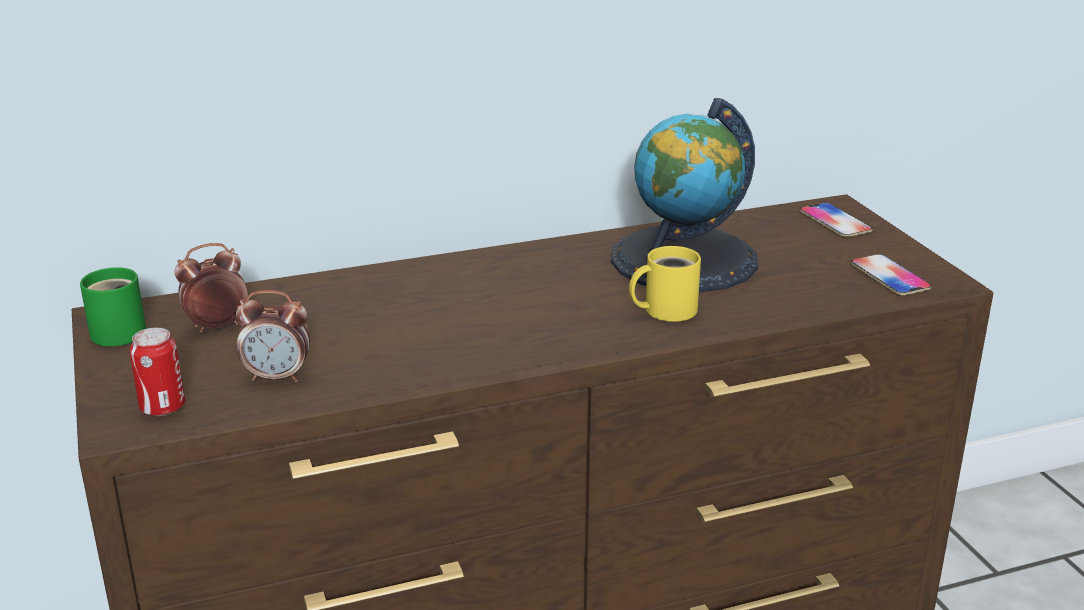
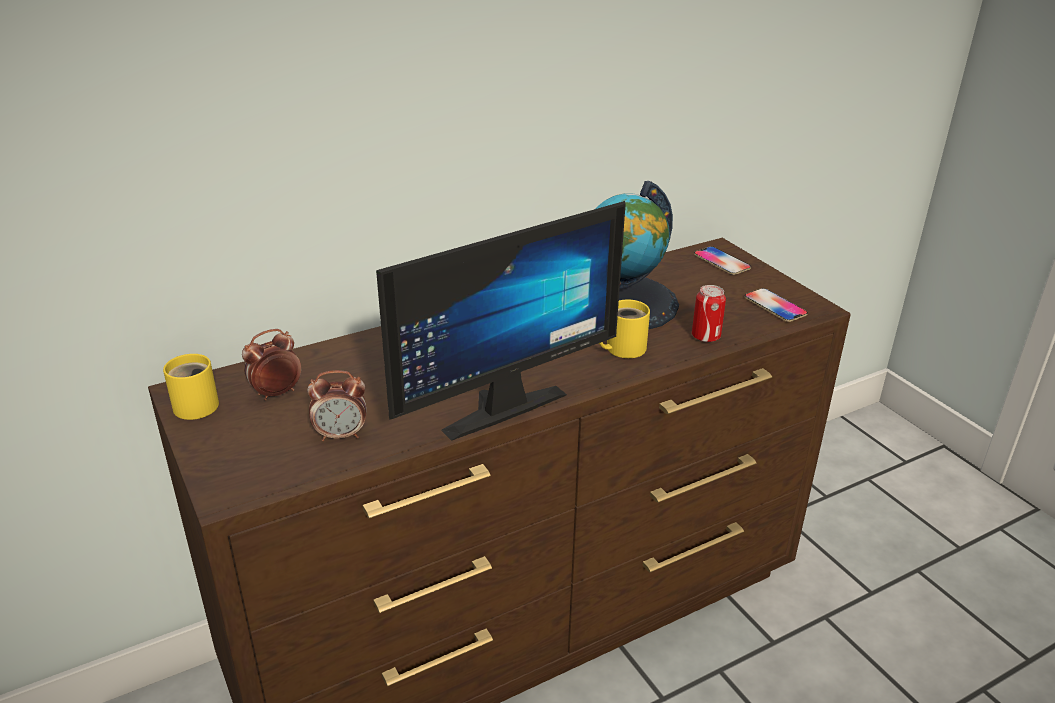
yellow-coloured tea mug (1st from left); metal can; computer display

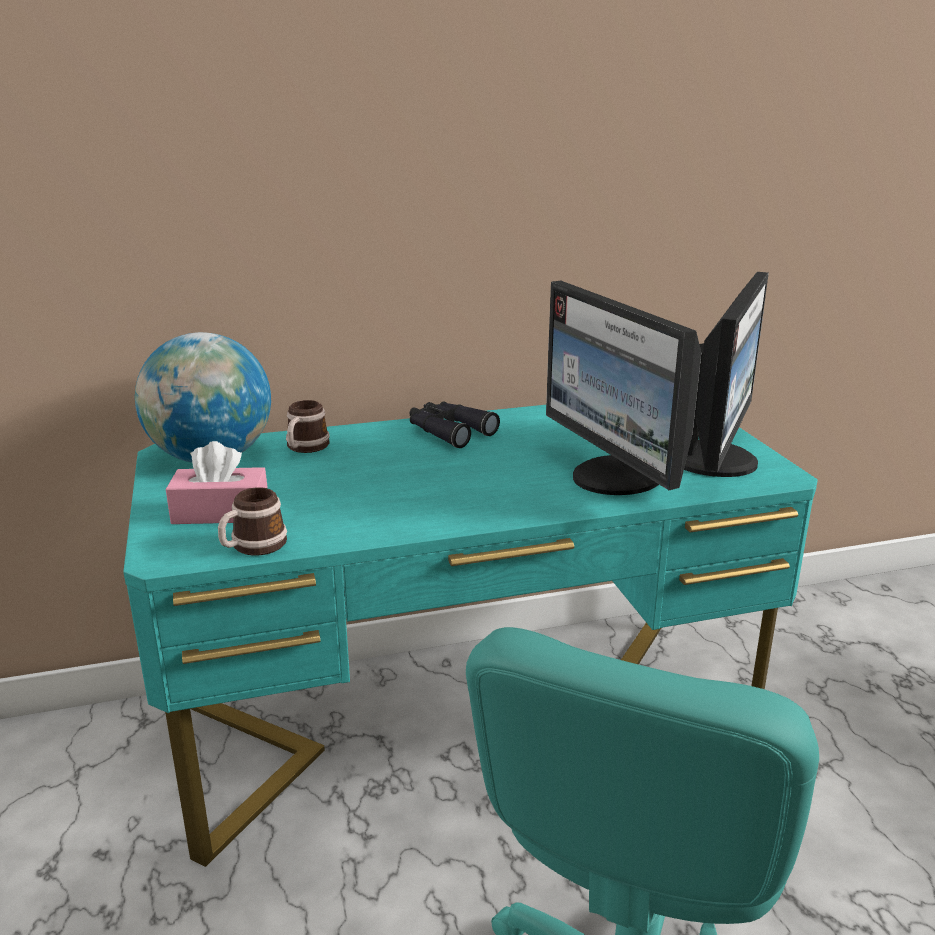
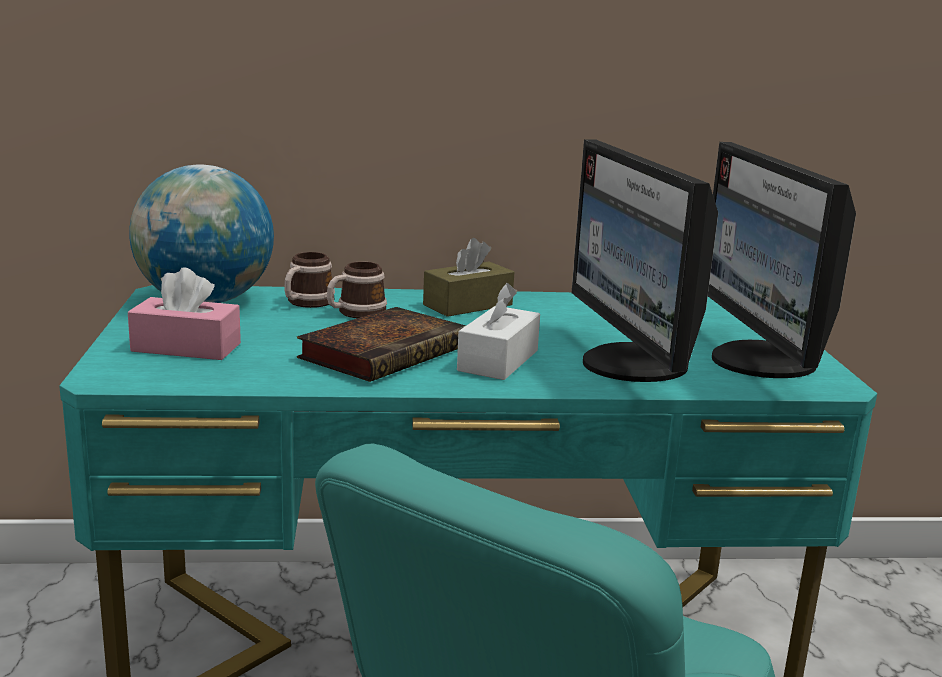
computer display (2nd from left); brown-coloured tissue holder; tea mug (2nd from left); white tissue holder; book

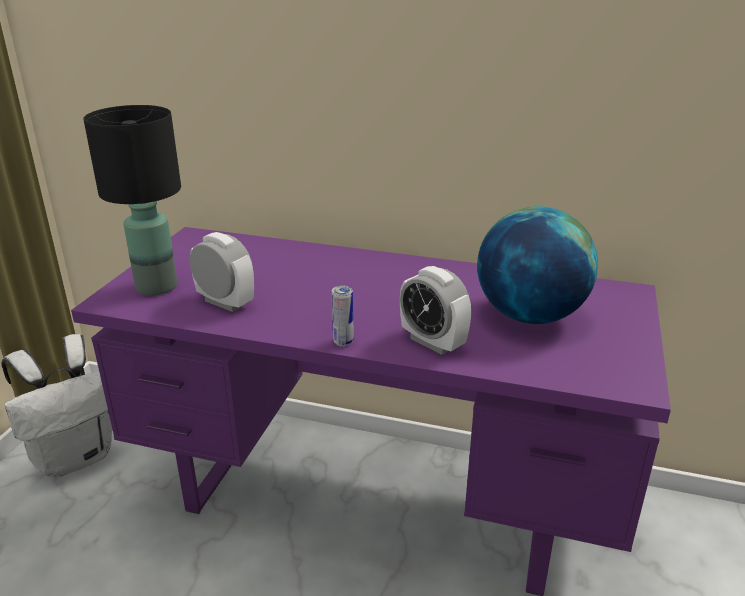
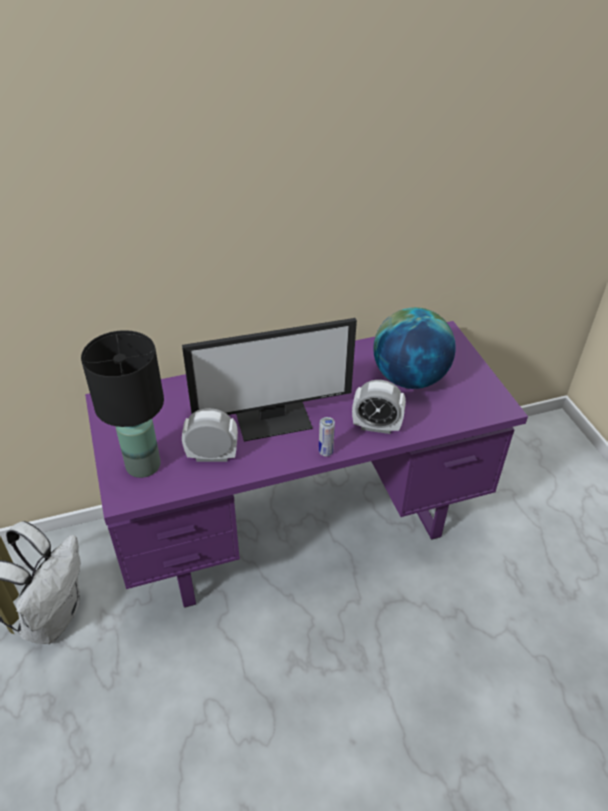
computer display

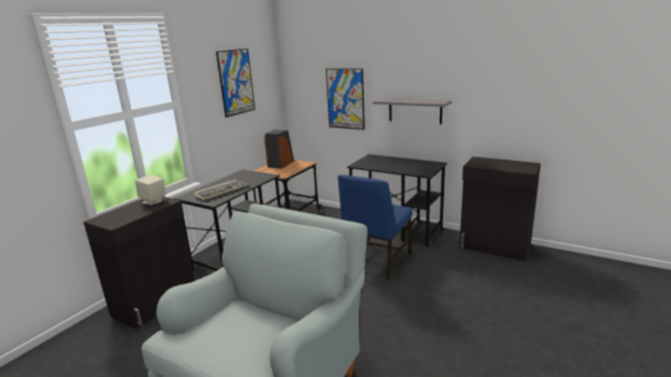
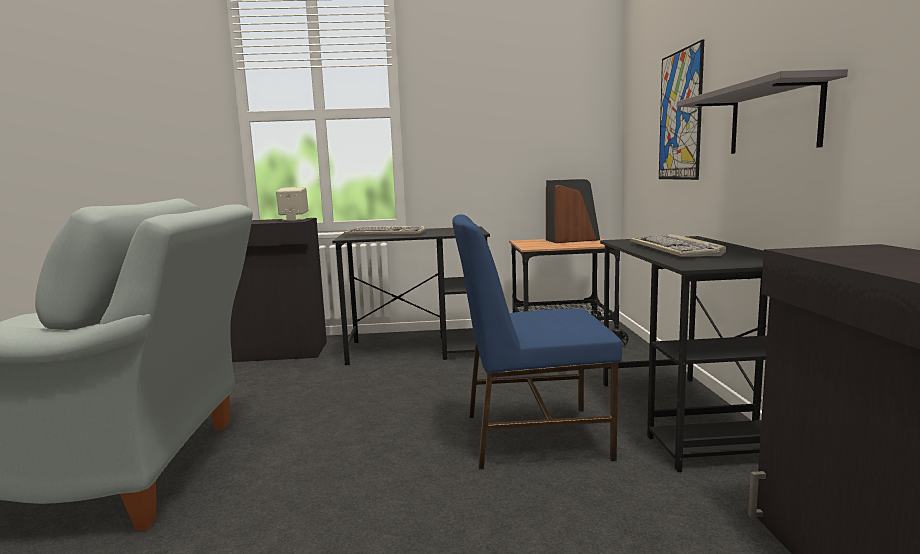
wall picture (1st from left in the first image); PC keyboard (2nd from left)

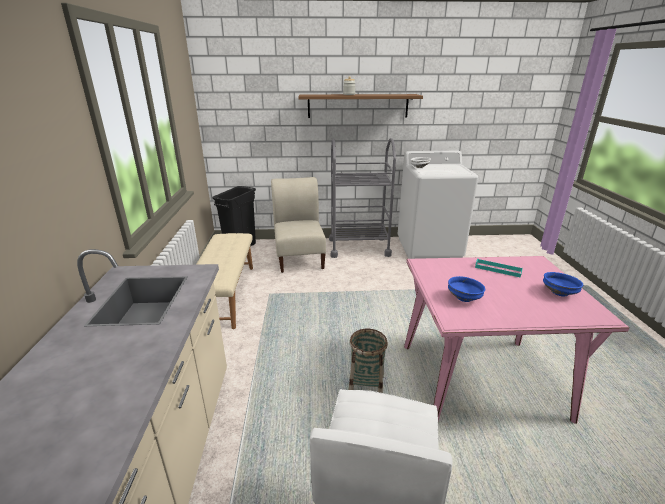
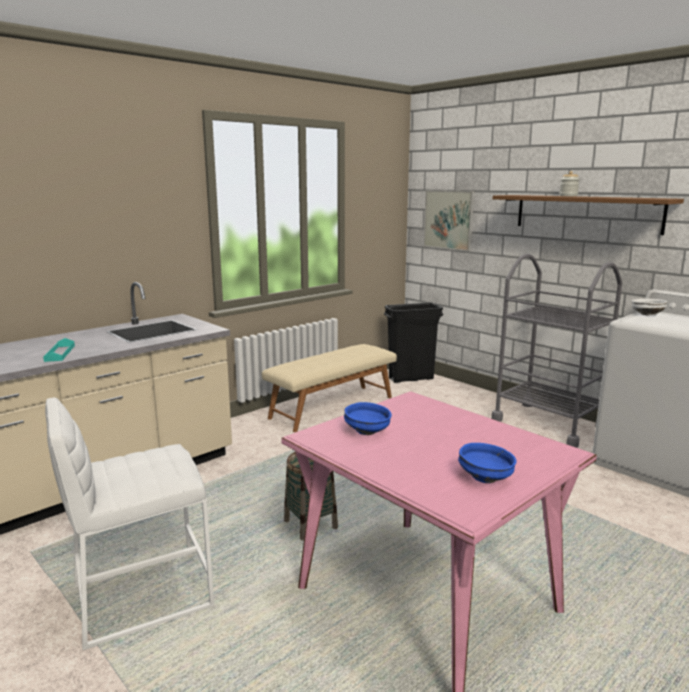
sand-coloured upright chair; turquoise tray; wall picture

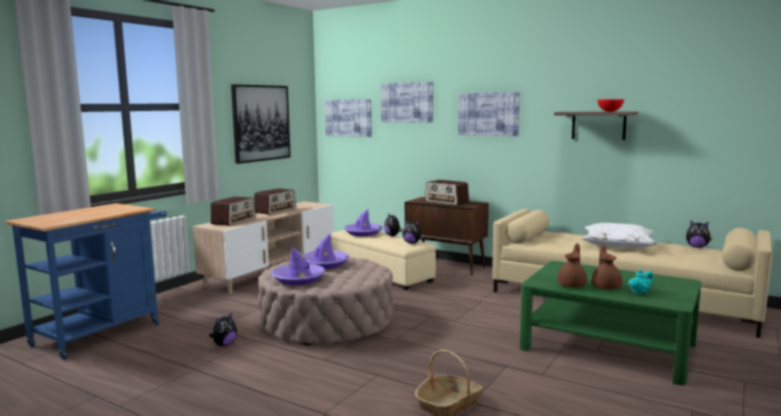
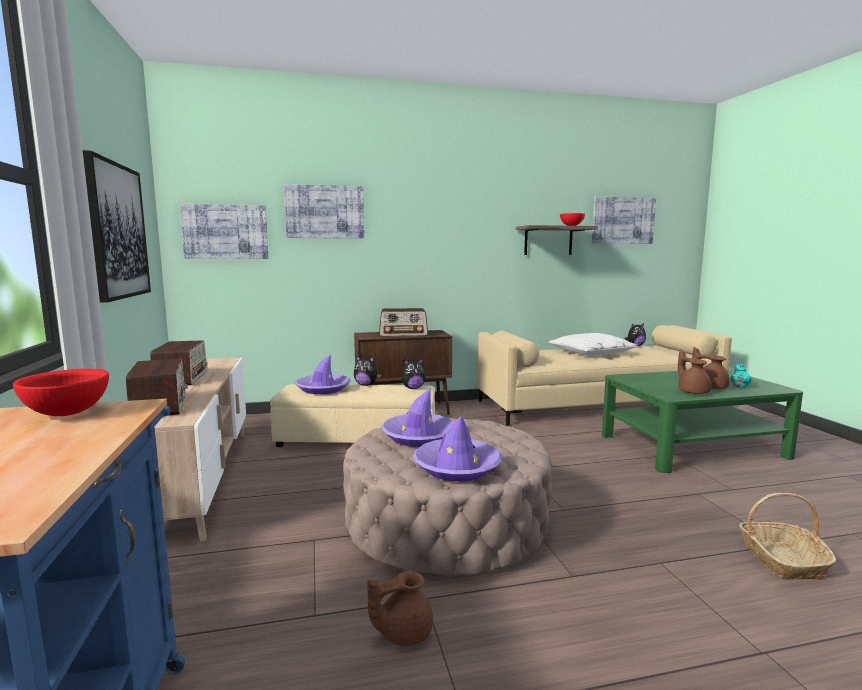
wall picture (4th from left); brown-coloured teapot (1st from left); red-coloured bowl (1st from left)

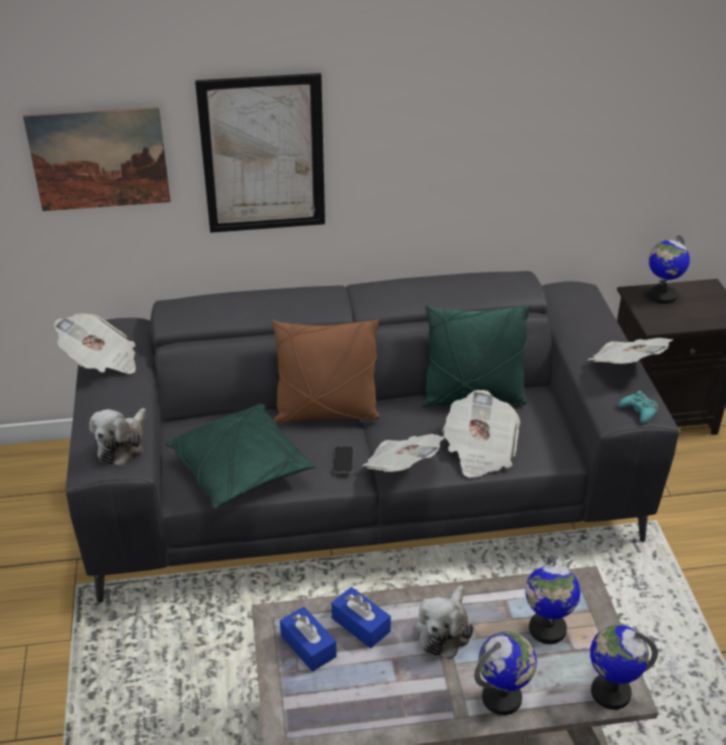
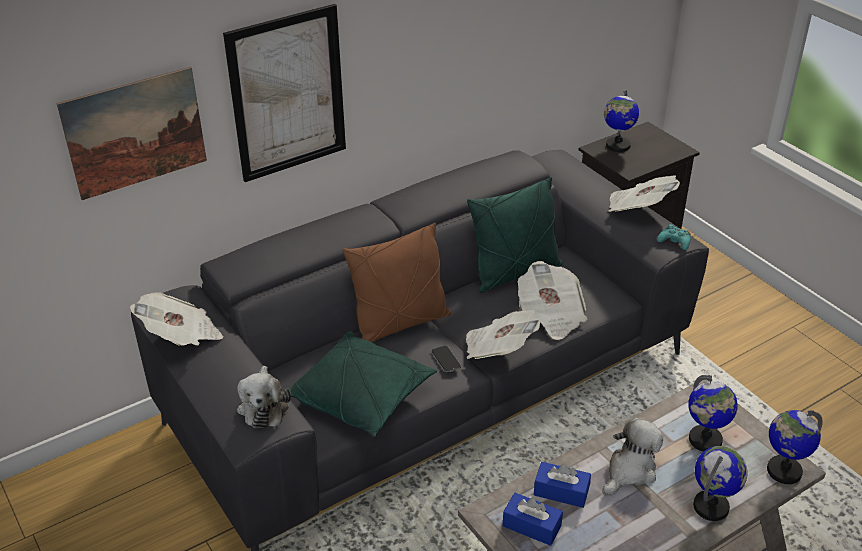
cuddly toy (2nd from left)

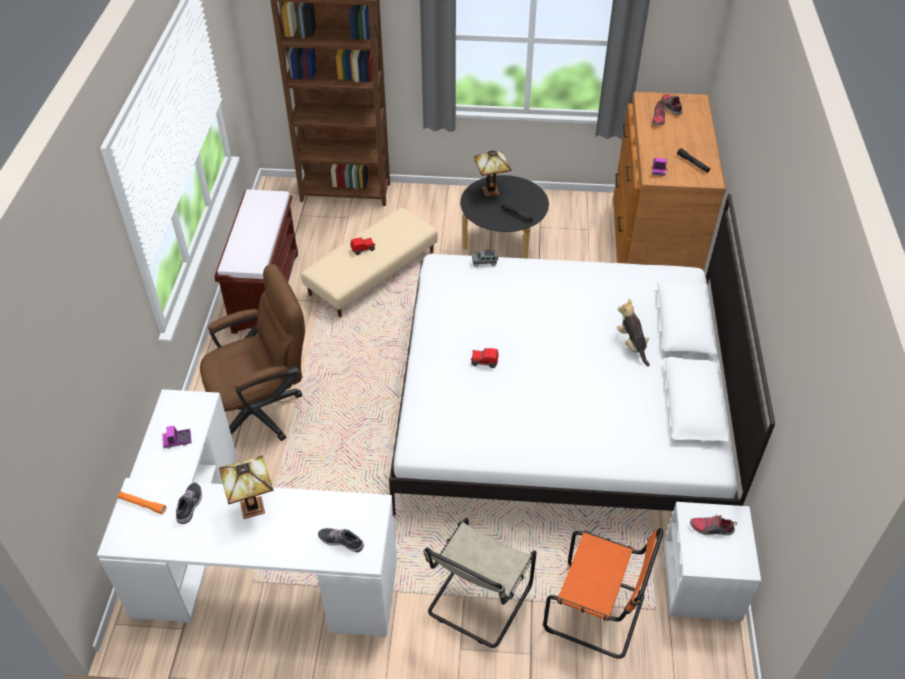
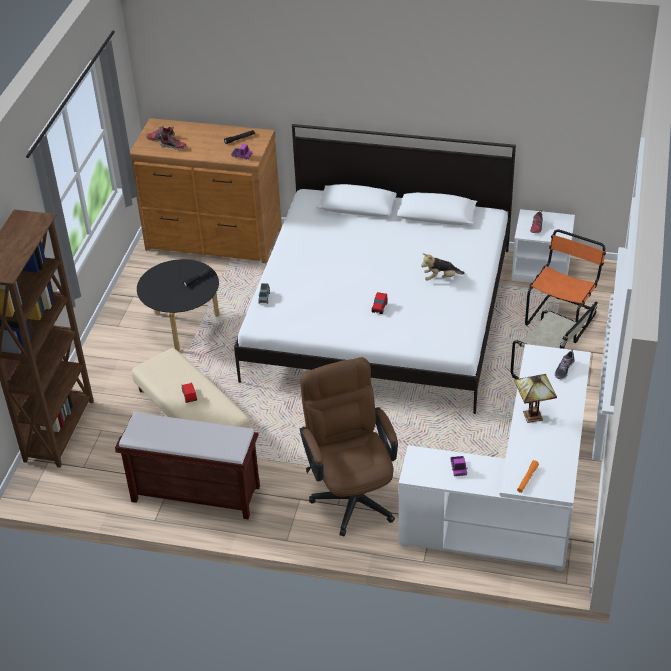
lamp for a table (2nd from left in the first image); cuddly toy; low shoe (1st from left in the first image)

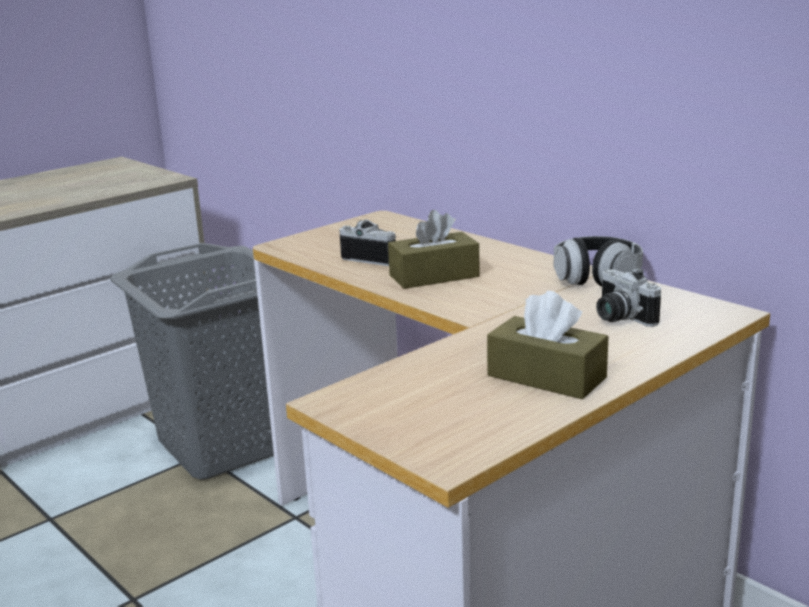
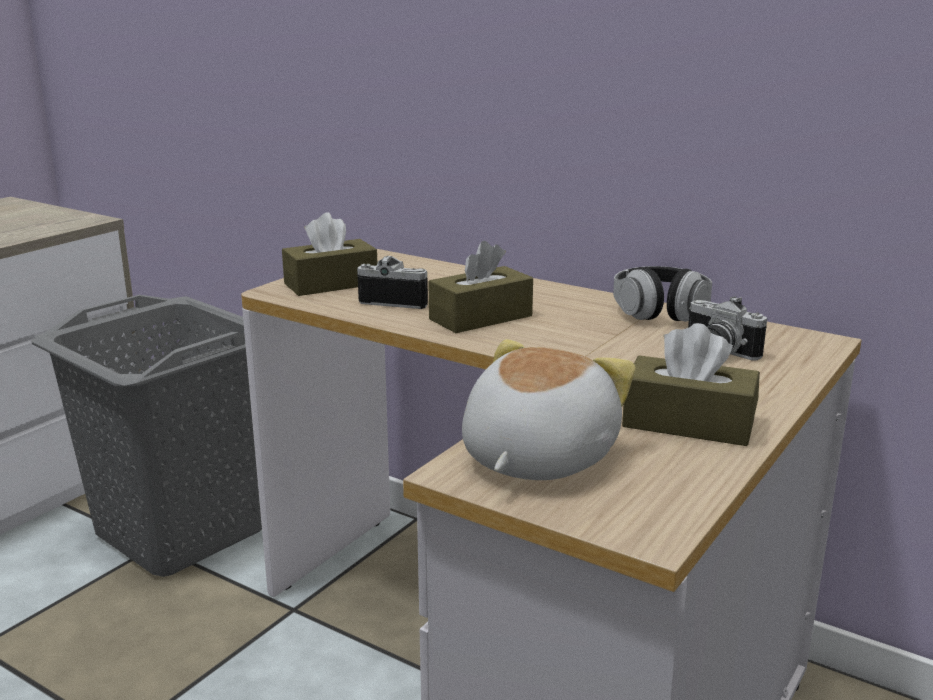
brown-coloured tissue holder (1st from left); cuddly toy

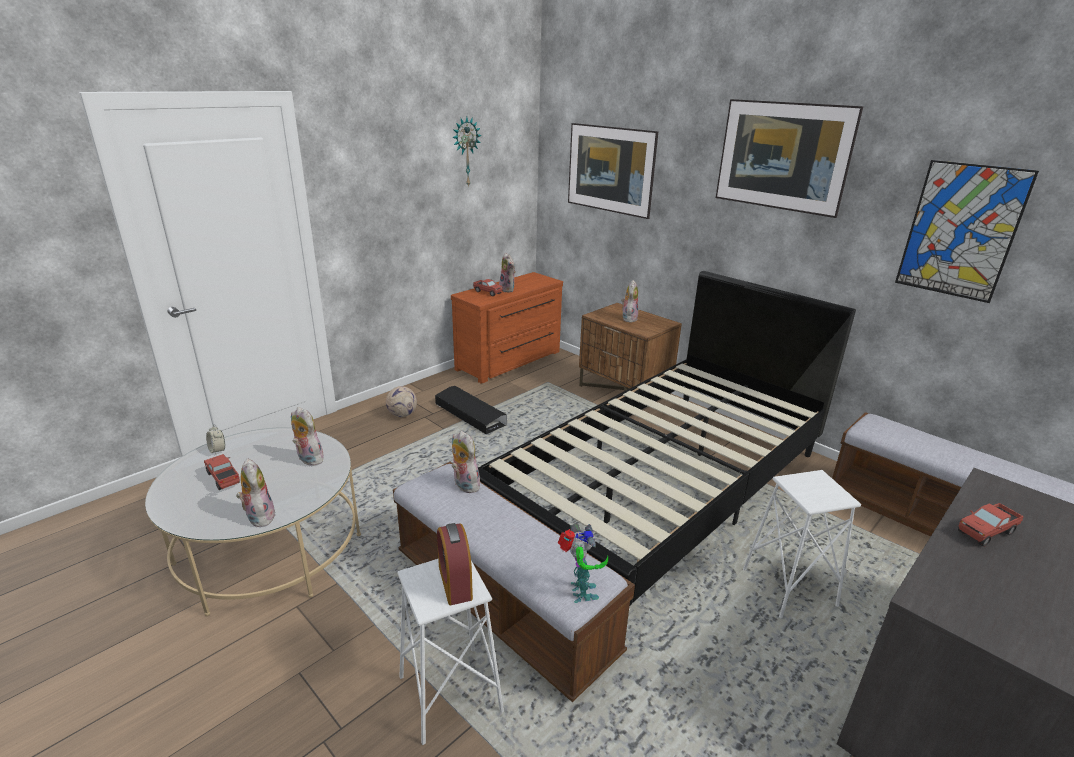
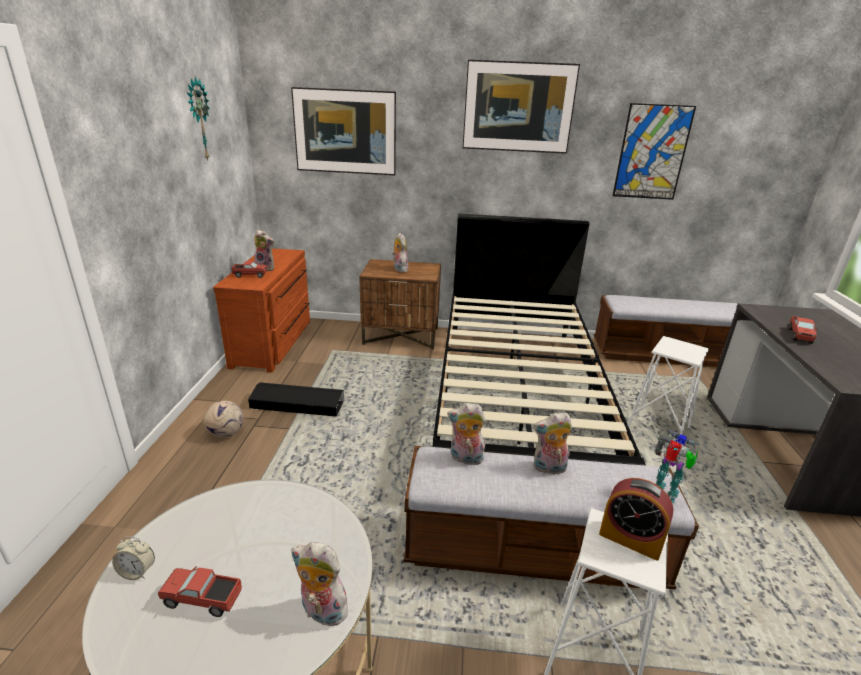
cuddly toy (5th from left)

